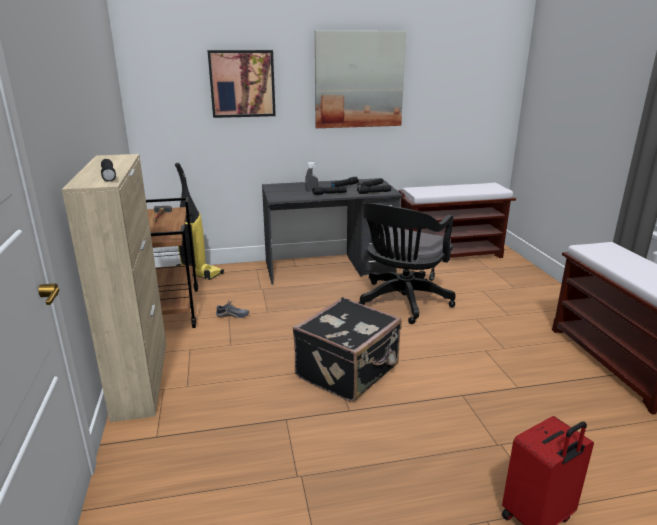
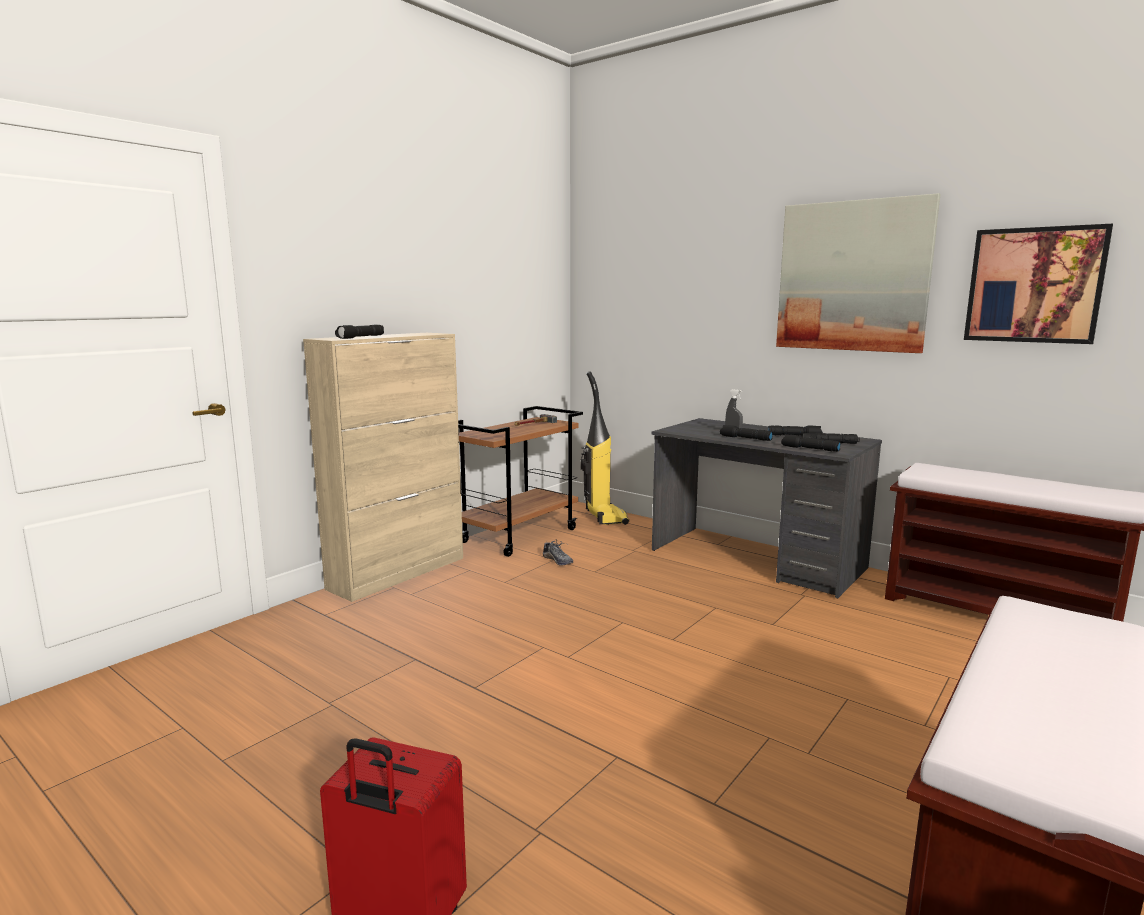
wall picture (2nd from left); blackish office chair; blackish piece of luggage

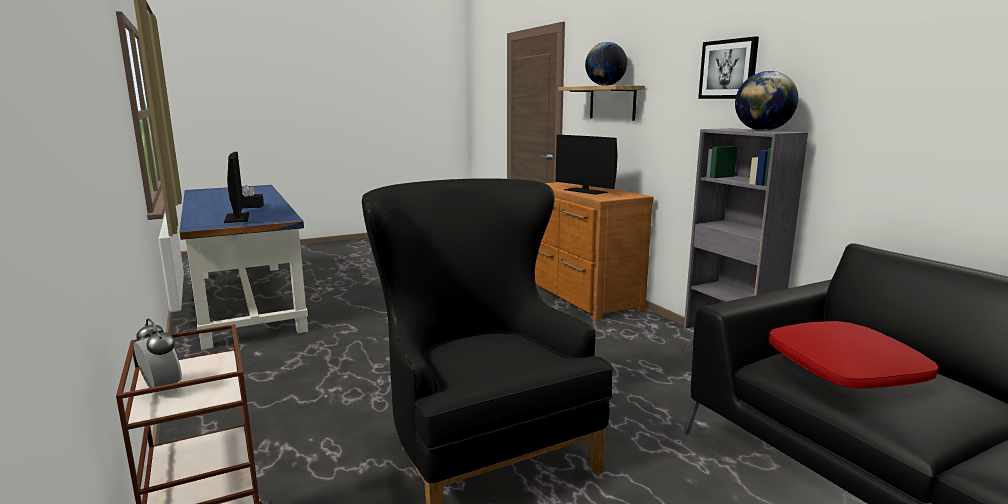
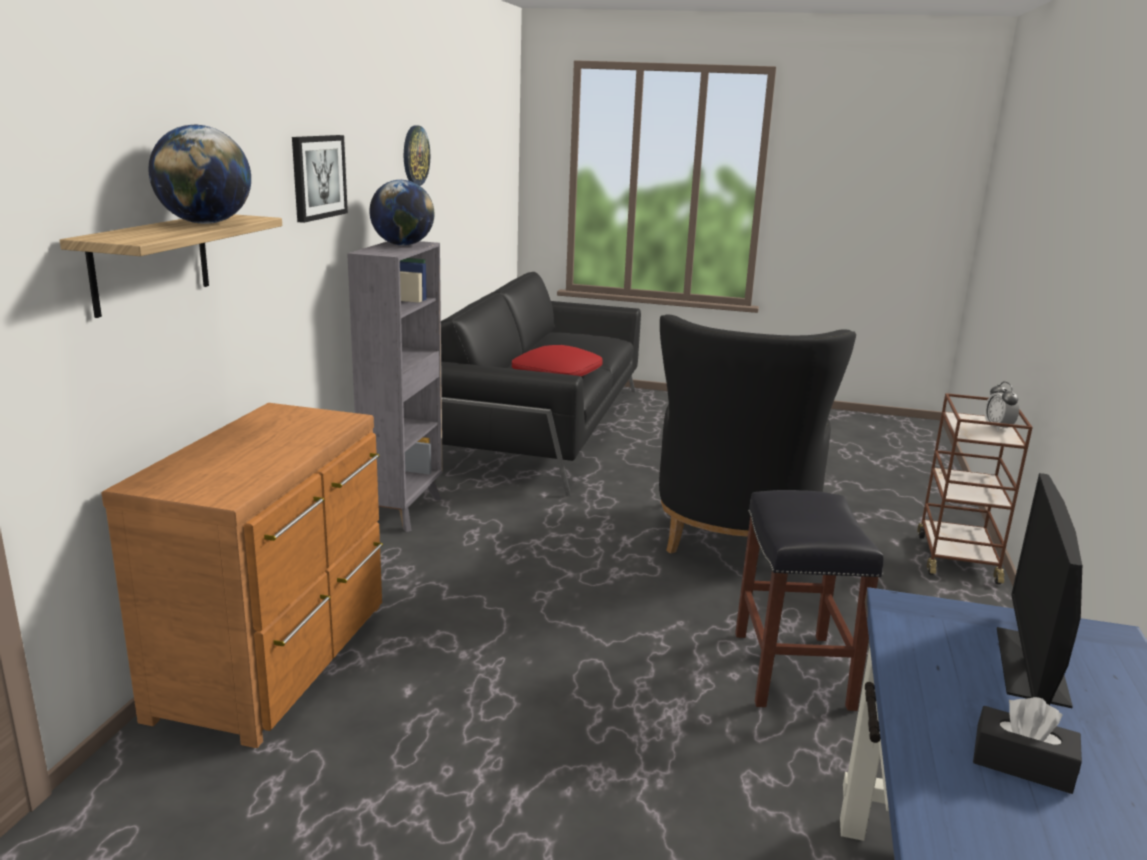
computer display (2nd from left in the first image); wall clock; blackish stool

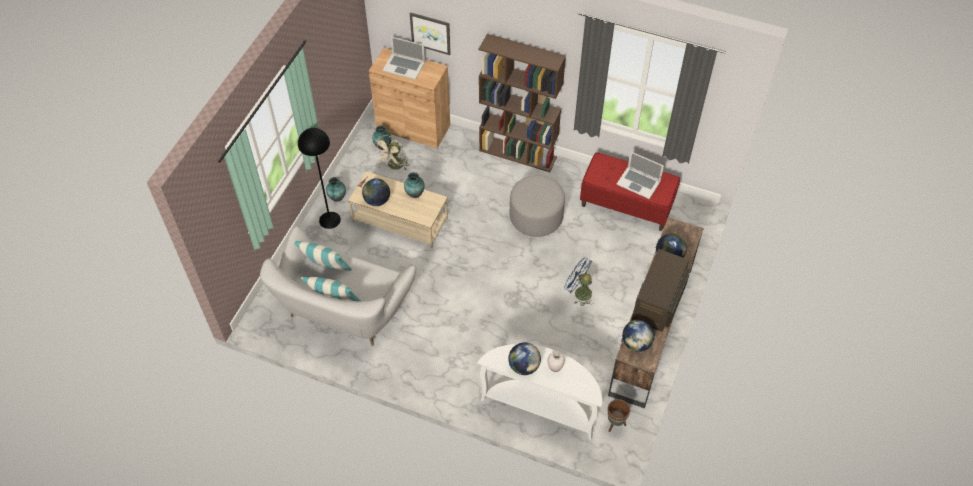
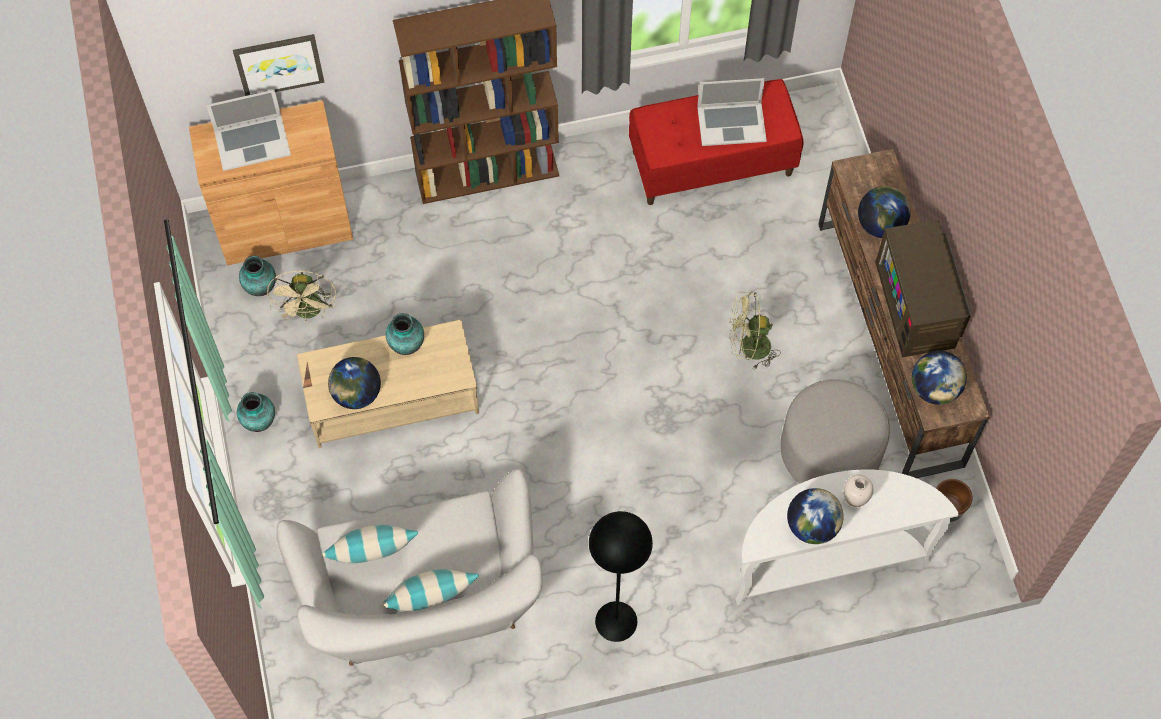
blackish standard lamp; grey footrest; greenish fan

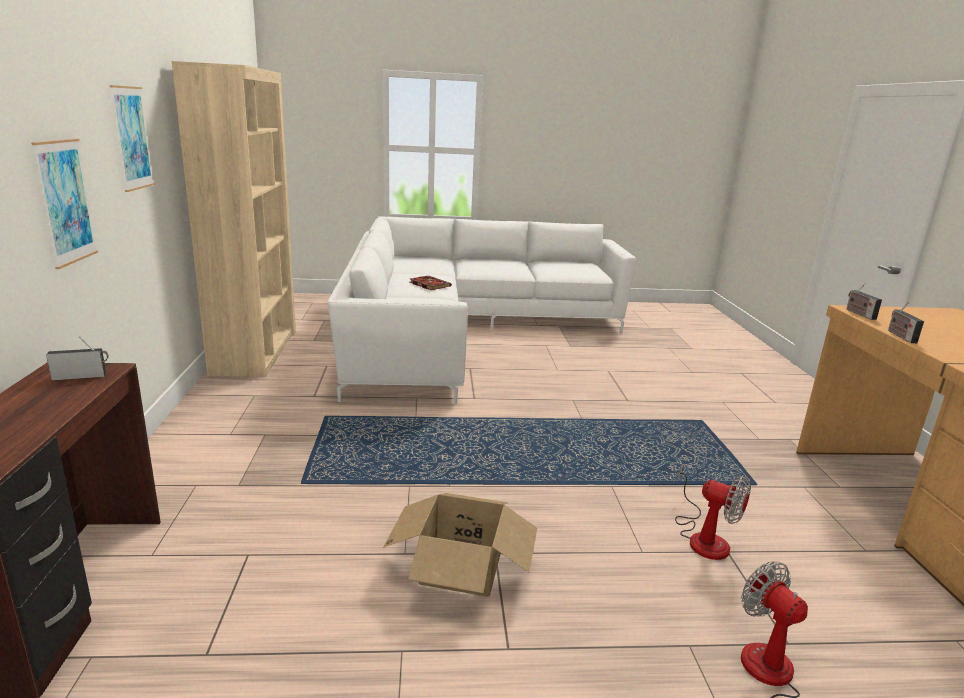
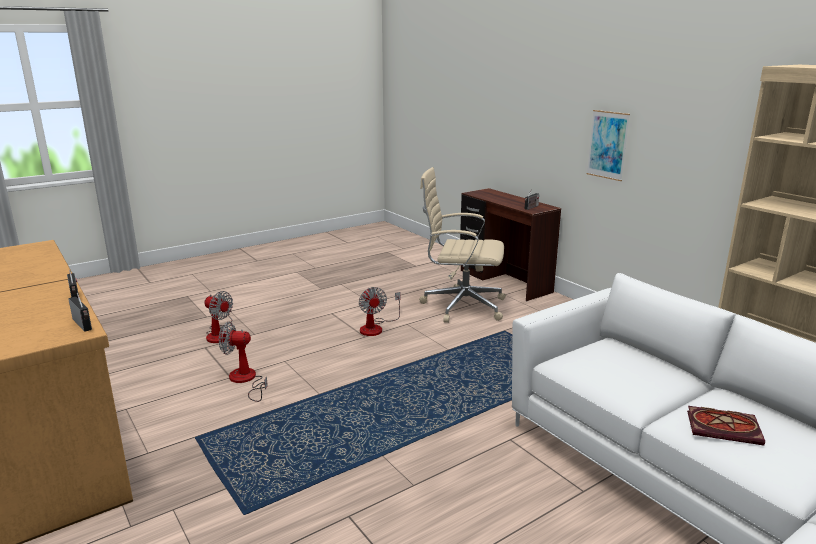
wall picture (2nd from left in the first image); fan (3rd from left); sand-coloured office chair

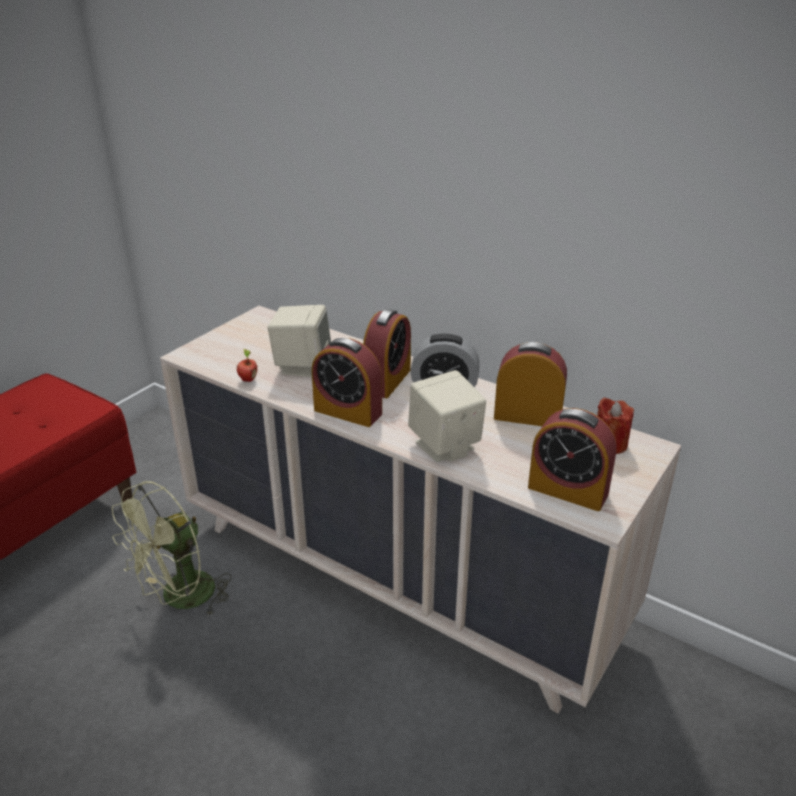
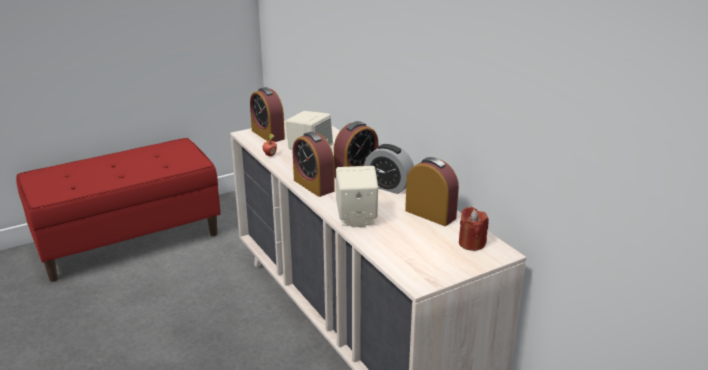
bedside clock (1st from left); greenish fan

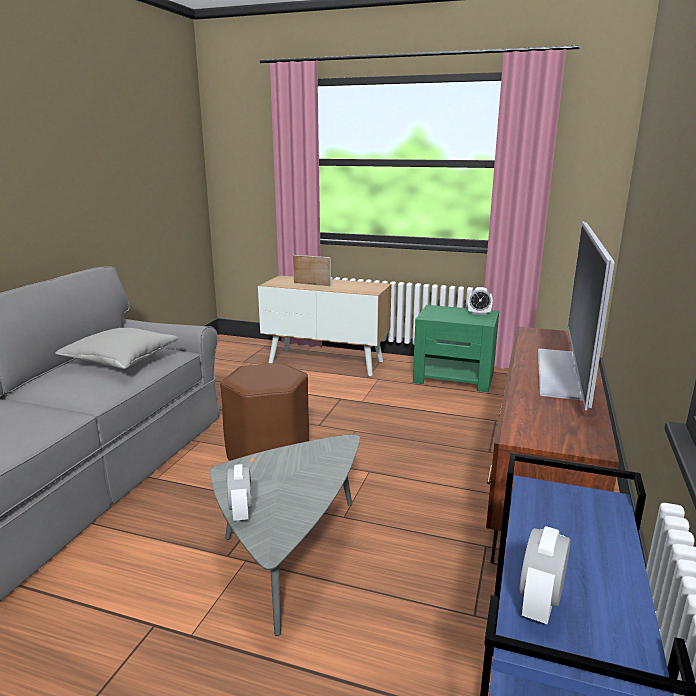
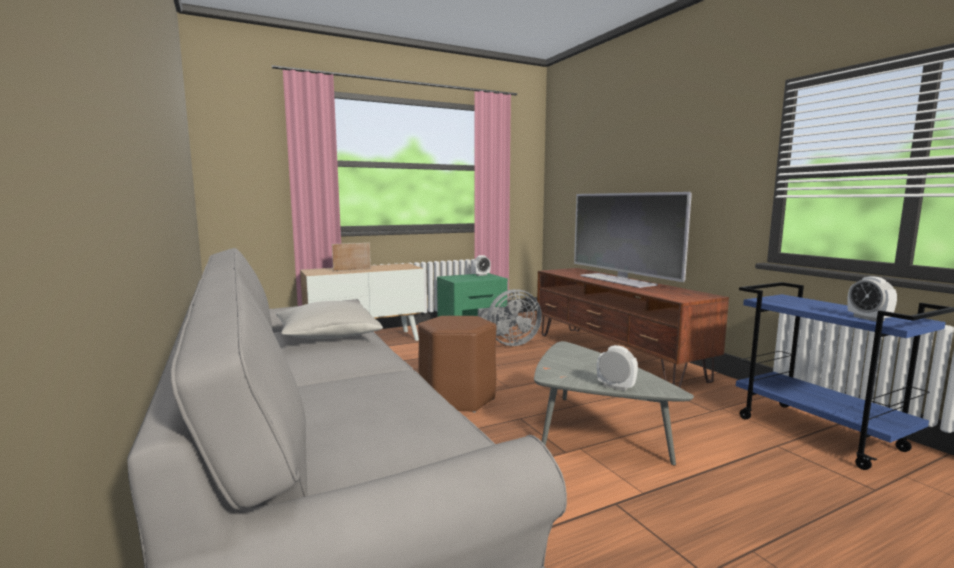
grey fan

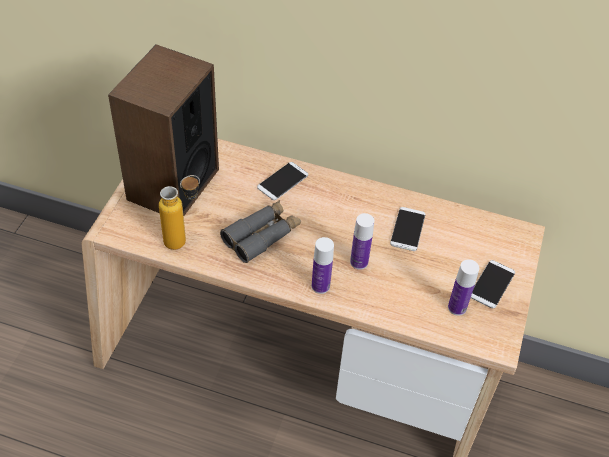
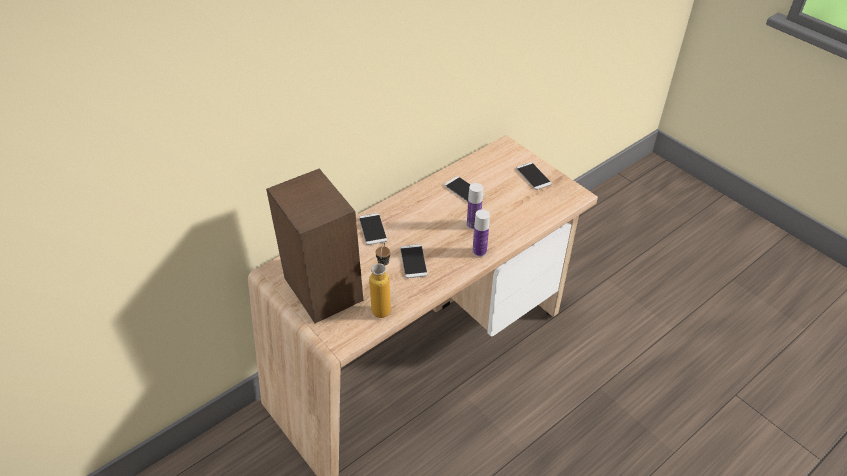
handset (2nd from left); bottle (4th from left in the first image)

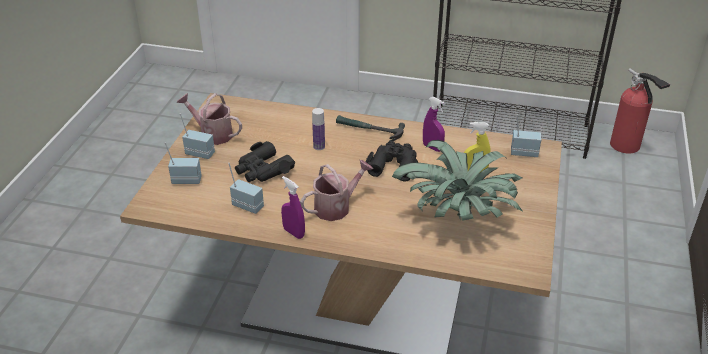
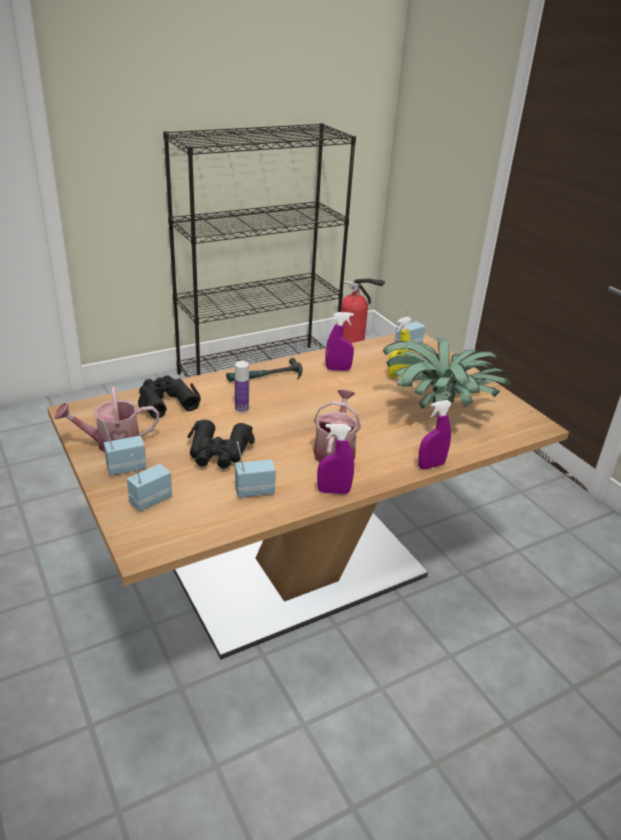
blackish field glasses (1st from left); purplish hand sprayer (3rd from left)

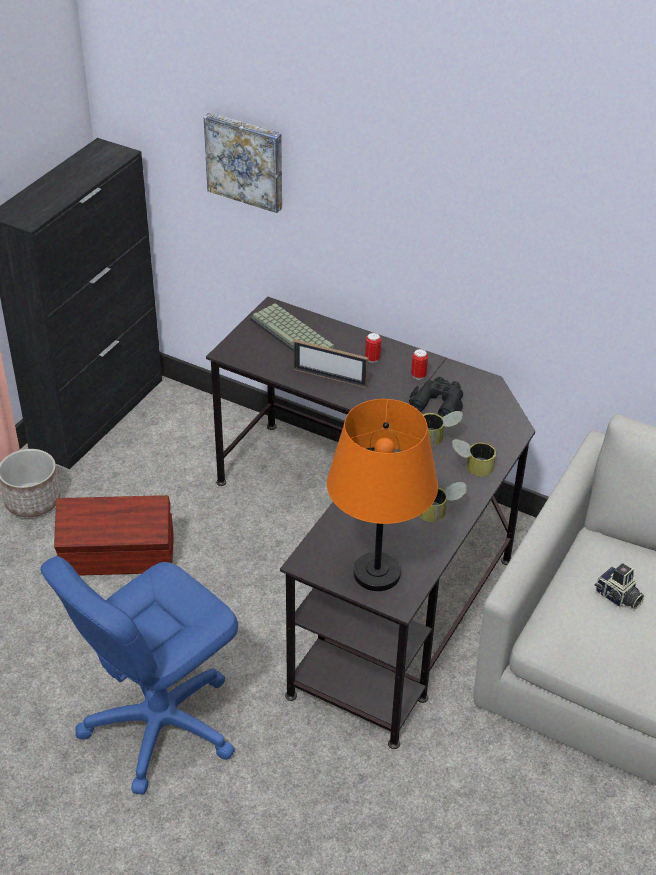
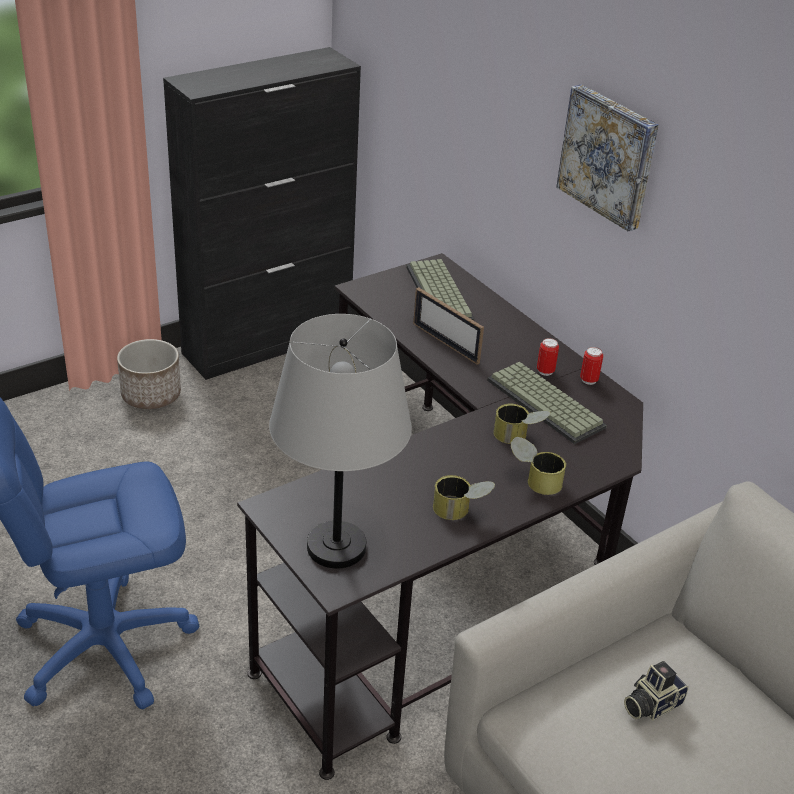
wall picture; metal can (5th from left); PC keyboard (2nd from left); grey lamp for a table; brown-coloured storage container; still camera

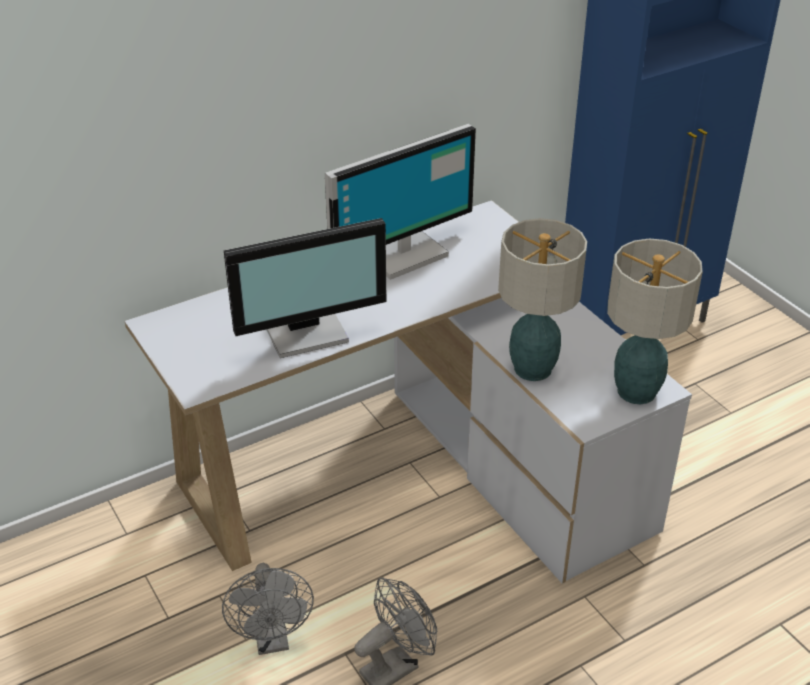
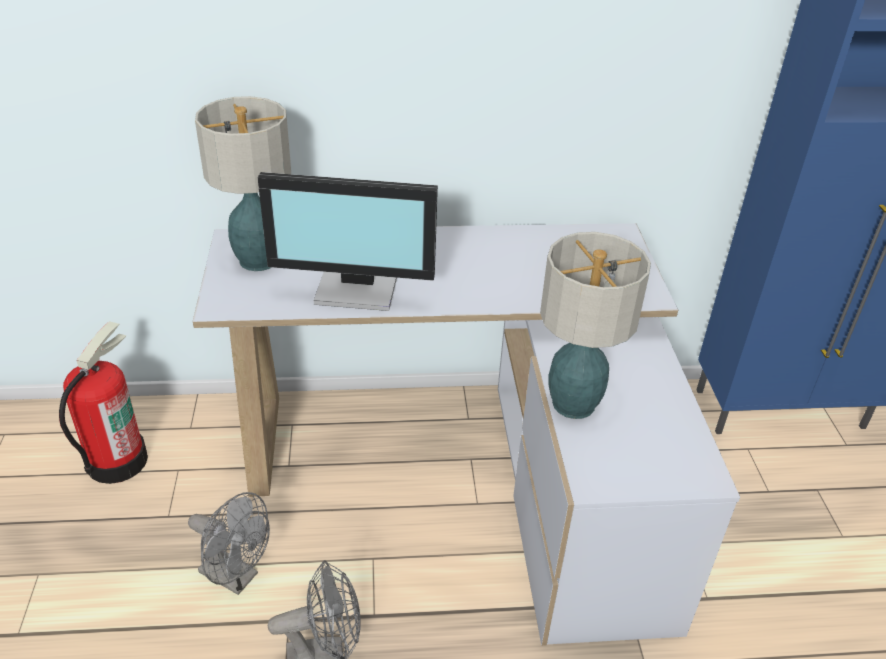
computer display (2nd from left in the first image); lamp for a table (1st from left); grey fan (1st from left); fire extinguisher

